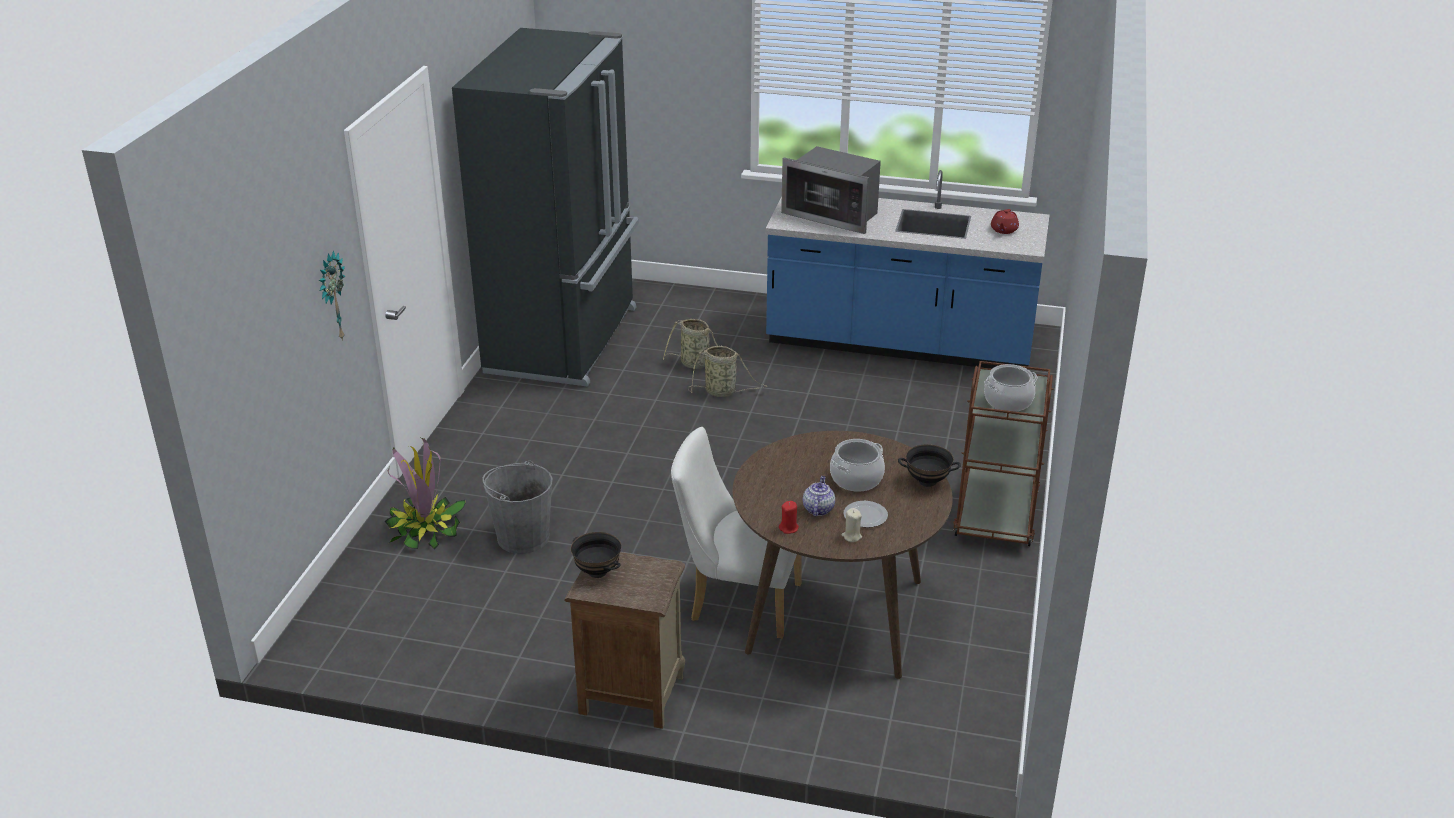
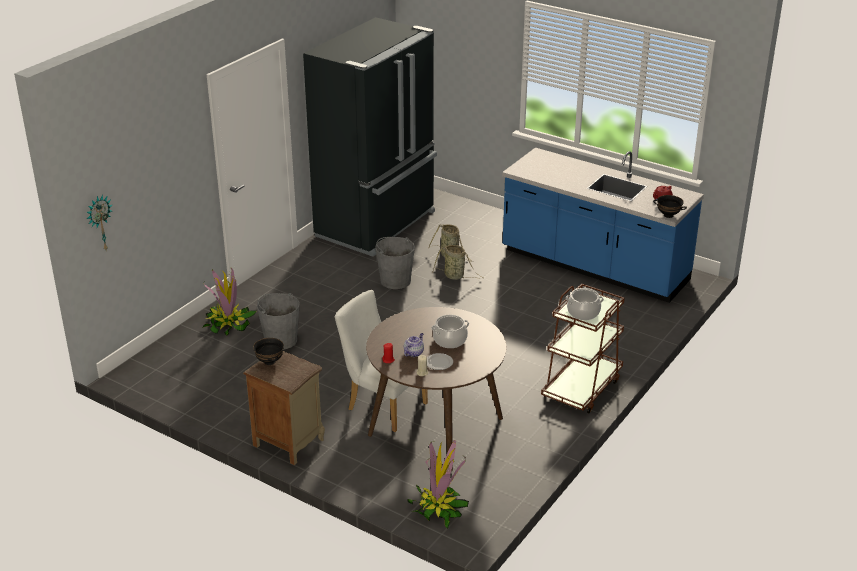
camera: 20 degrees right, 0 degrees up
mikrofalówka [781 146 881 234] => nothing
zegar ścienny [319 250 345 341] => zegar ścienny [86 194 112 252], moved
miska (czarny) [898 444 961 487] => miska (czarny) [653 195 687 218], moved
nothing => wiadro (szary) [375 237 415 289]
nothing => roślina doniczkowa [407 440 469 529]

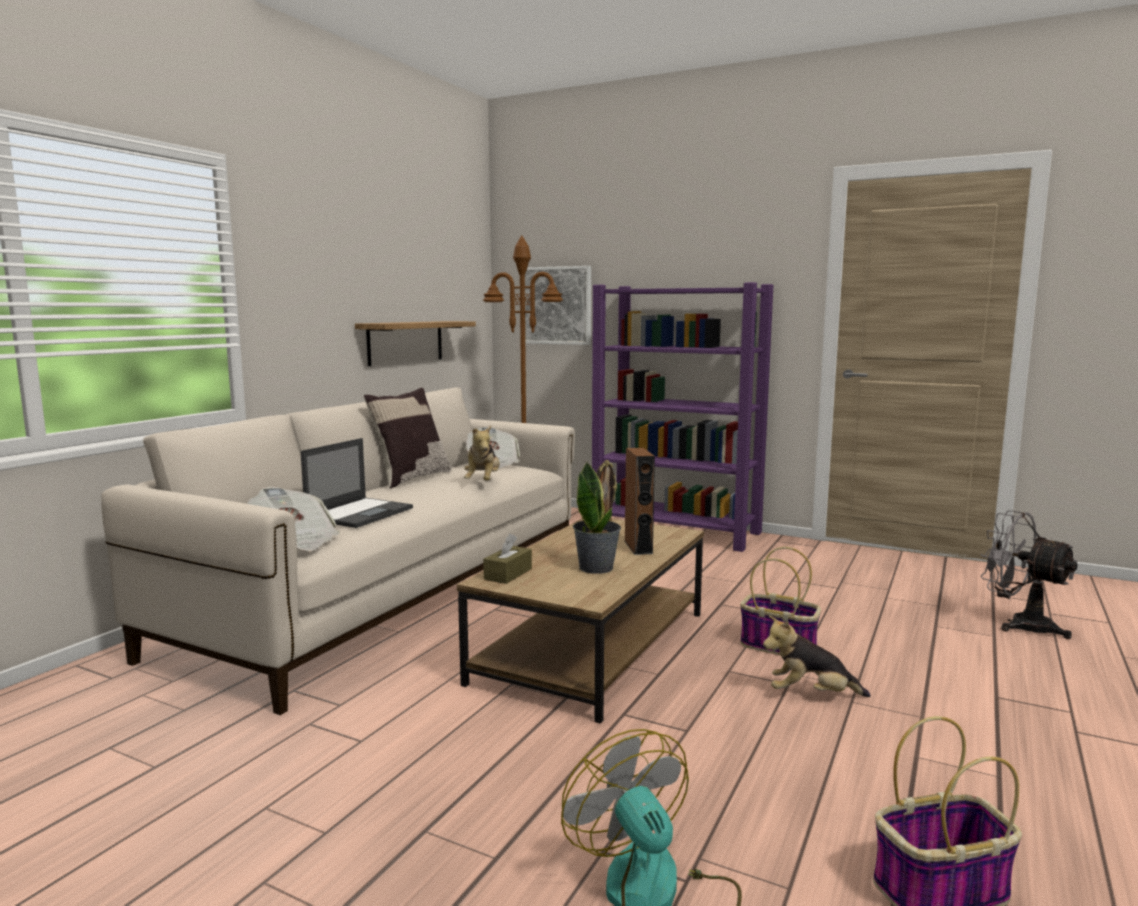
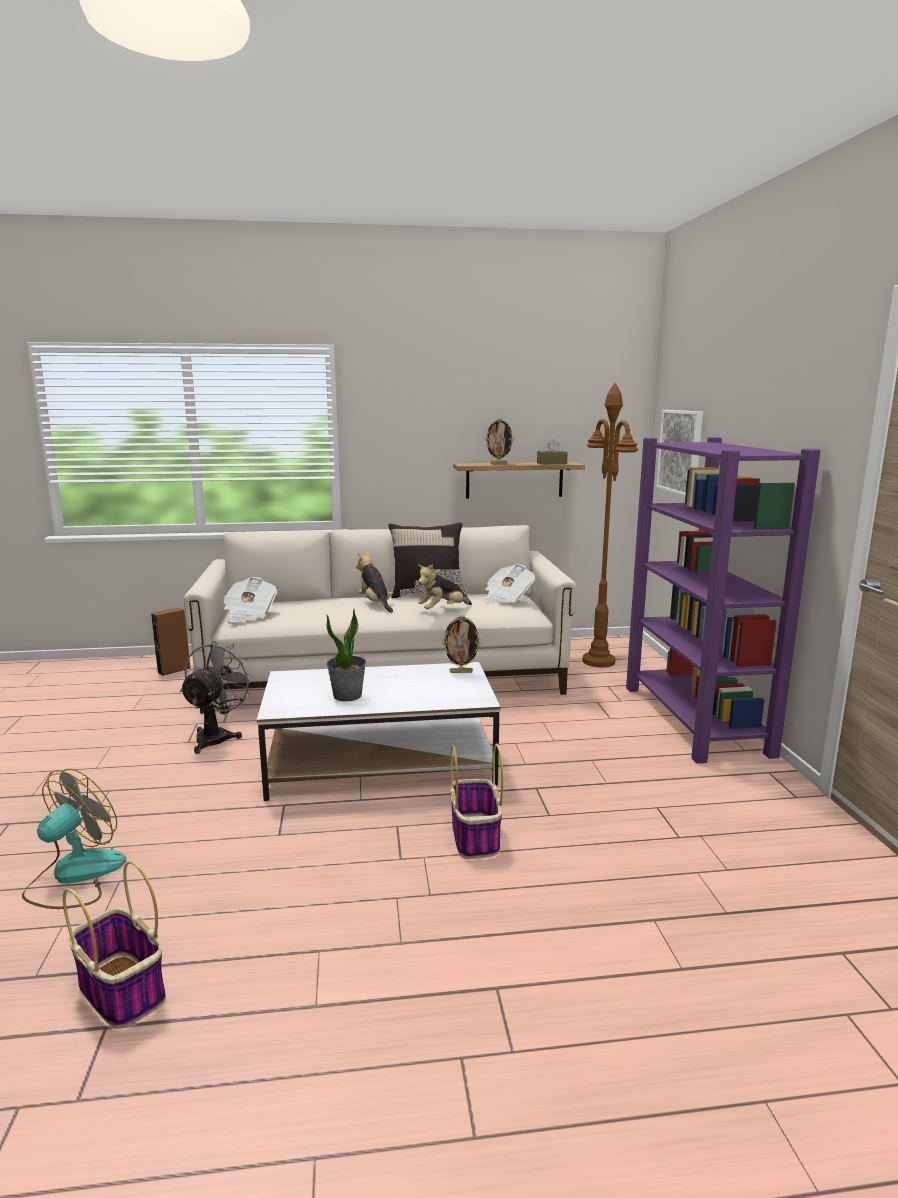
camera: 55 degrees right, 5 degrees up
laptop [301 438 413 528] => nothing
głośnik (brązowy) [625 448 655 555] => głośnik (brązowy) [151 608 191 676], moved
wentylator (szary) [981 510 1078 639] => wentylator (szary) [179 641 256 754], moved
ława (brązowy) [457 518 704 724] => ława (biały) [257 662 501 801]
pudełko chusteczek (brązowy) [483 534 532 584] => pudełko chusteczek (brązowy) [537 440 568 464], moved
pluszak [763 616 871 697] => pluszak [356 552 393 613], moved
nothing => ramka na zdjęcie [485 418 514 464]

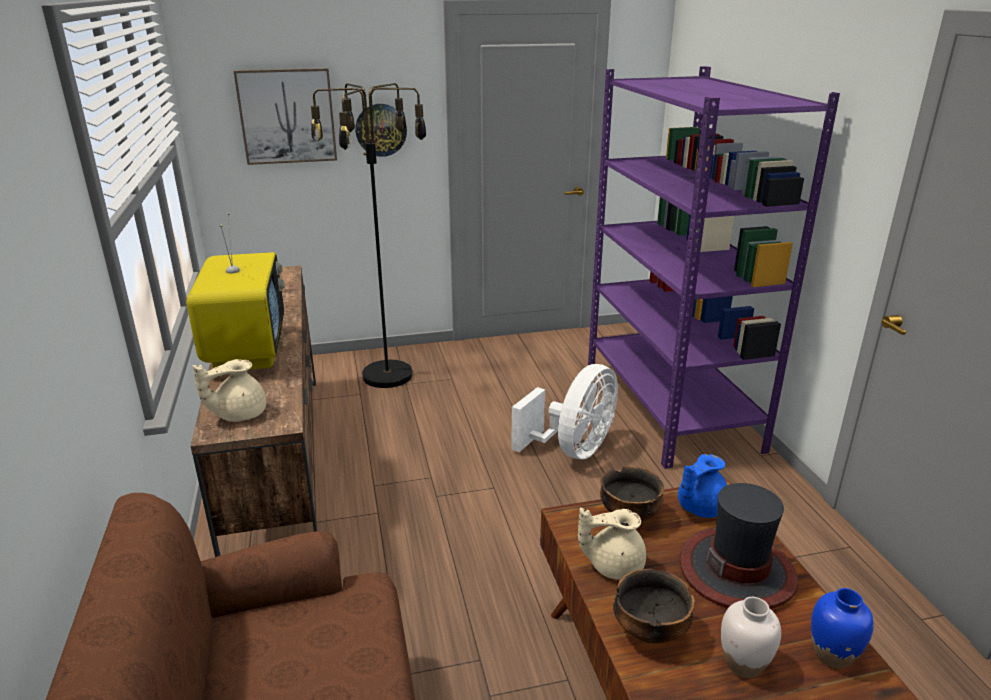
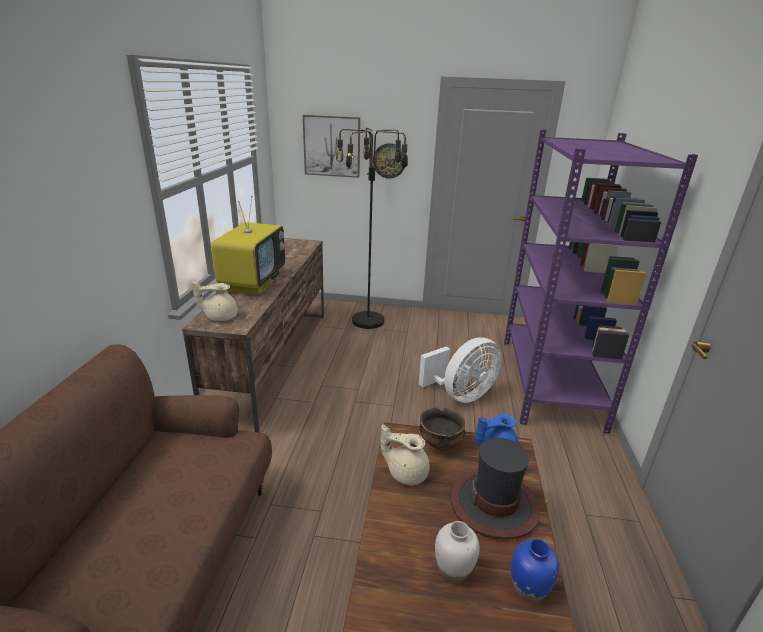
camera: 20 degrees right, 0 degrees up
miska [613 569 695 643] => nothing

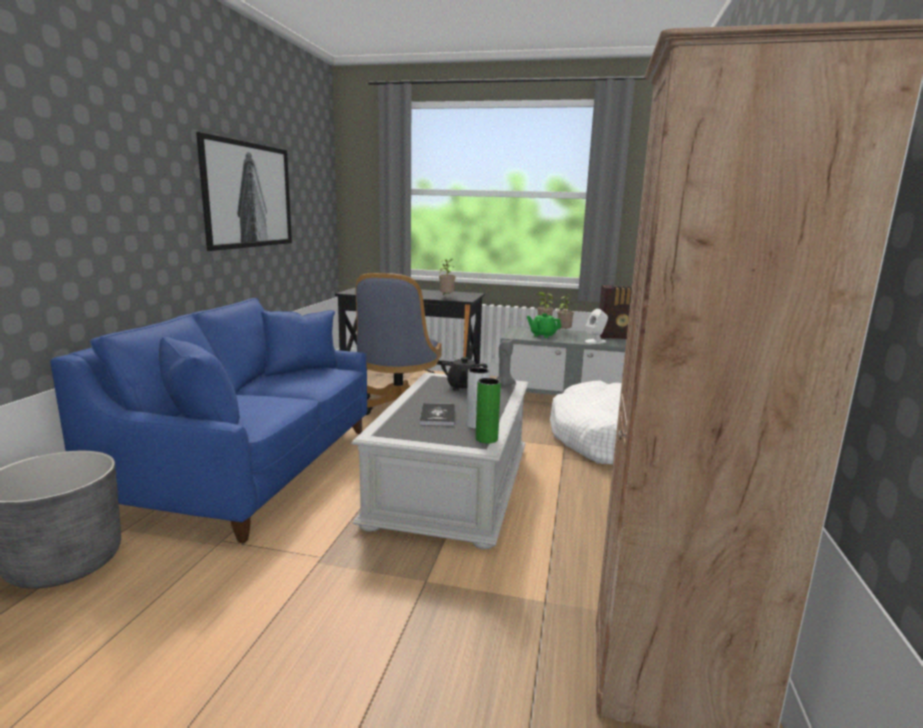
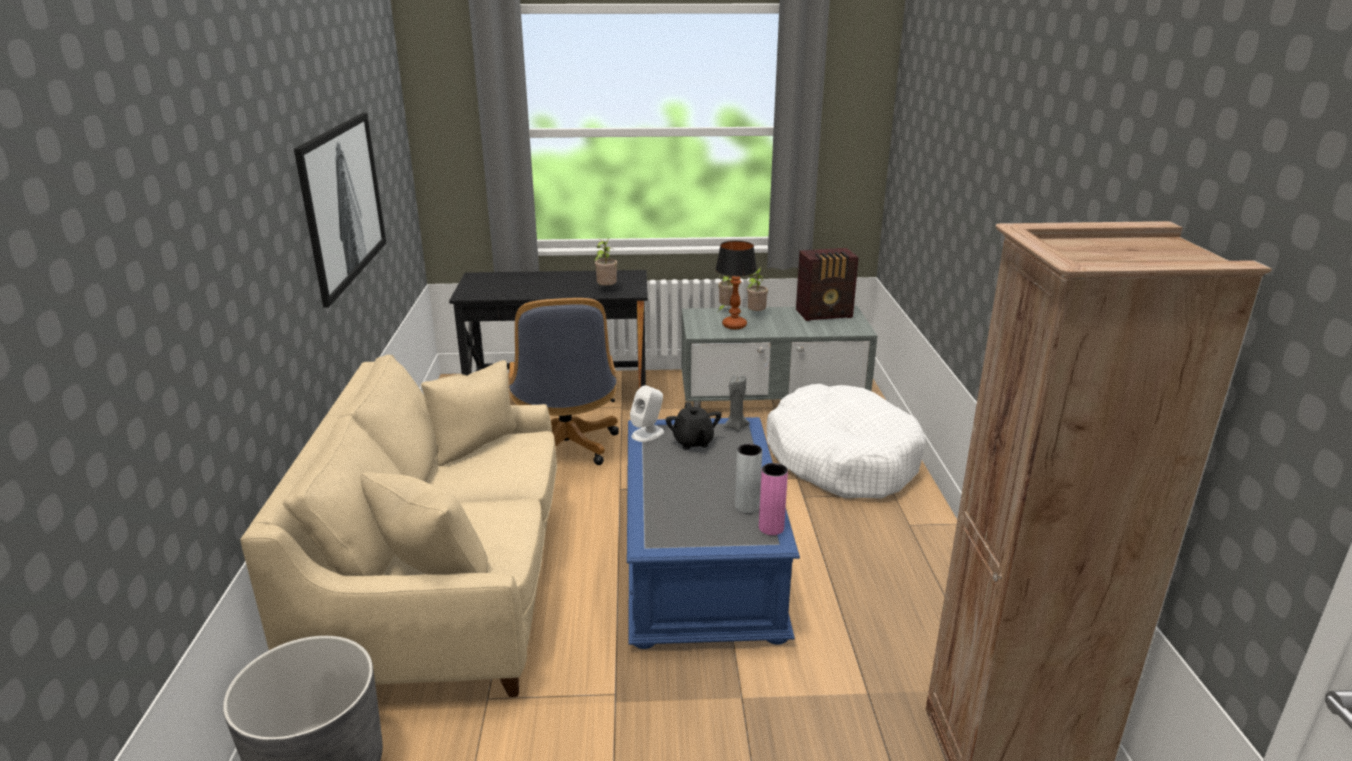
camera: 15 degrees left, 10 degrees up
kanapa (niebieski) [50 298 367 544] => kanapa (beżowy) [240 354 557 697]
głośnik (biały) [585 309 608 344] => głośnik (biały) [630 385 664 442], moved
imbryk (zielony) [527 313 561 338] => lampa stołowa [716 241 757 329]
ława (biały) [351 372 529 549] => ława (niebieski) [627 417 800 649]
wazon (zielony) [476 378 501 444] => wazon (różowy) [759 463 788 535]
książka [420 403 455 426] => nothing

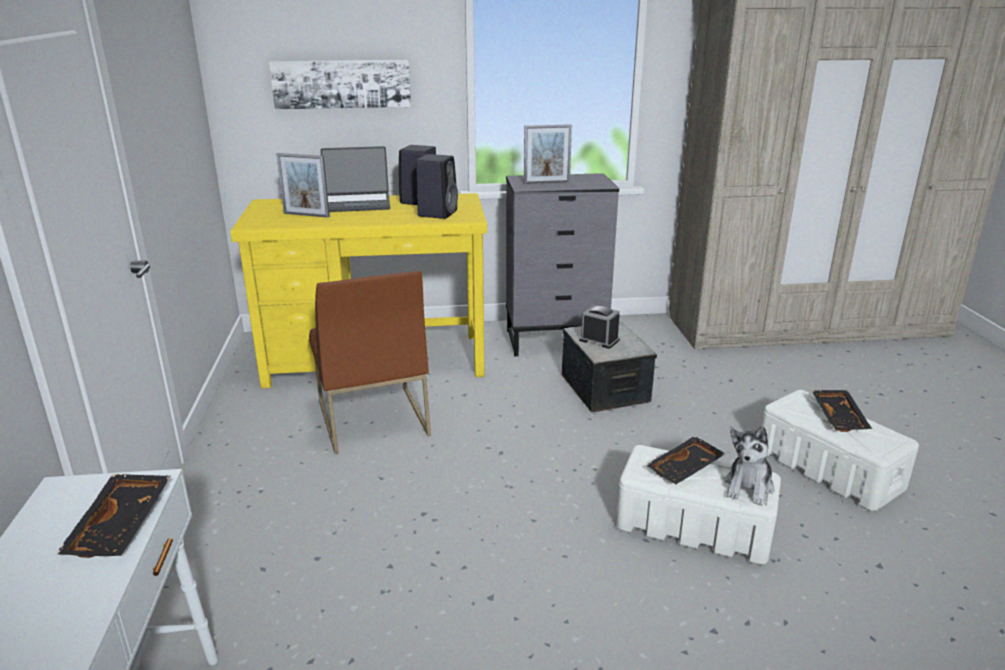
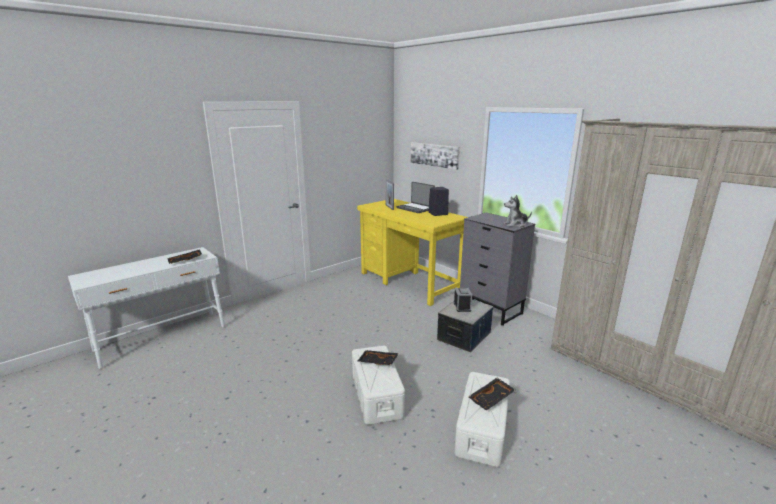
camera: 55 degrees right, 5 degrees down
ramka na zdjęcie [524 124 572 184] => nothing
głośnik (czarny) [416 154 458 219] => nothing
krzesło (brązowy) [309 271 431 454] => nothing
pluszak [724 426 774 506] => pluszak [503 195 532 227], moved

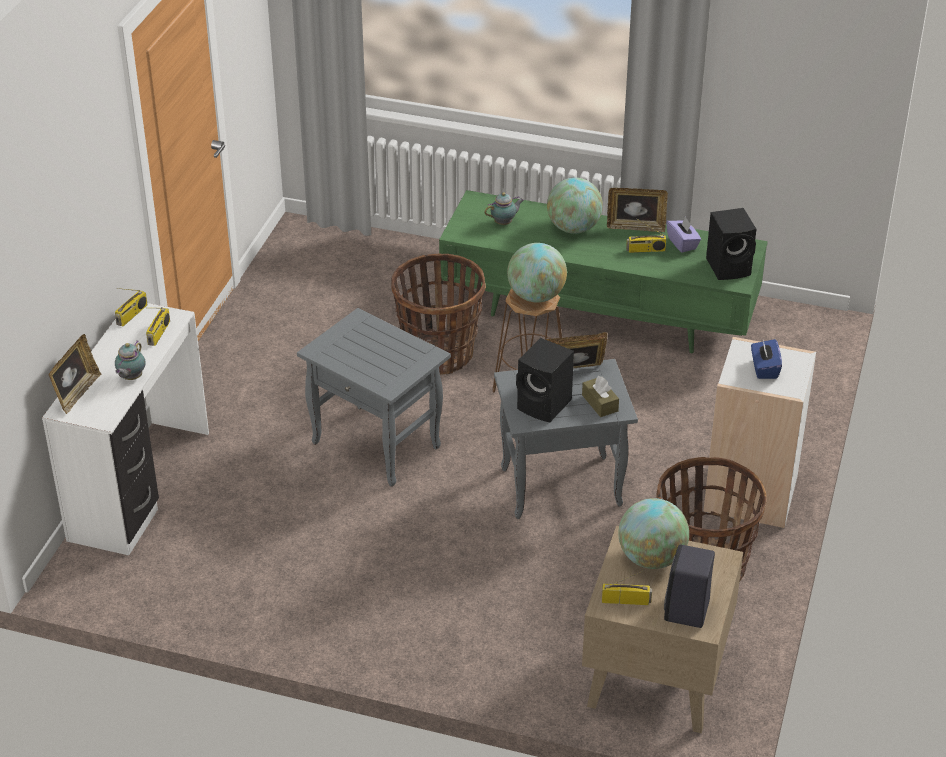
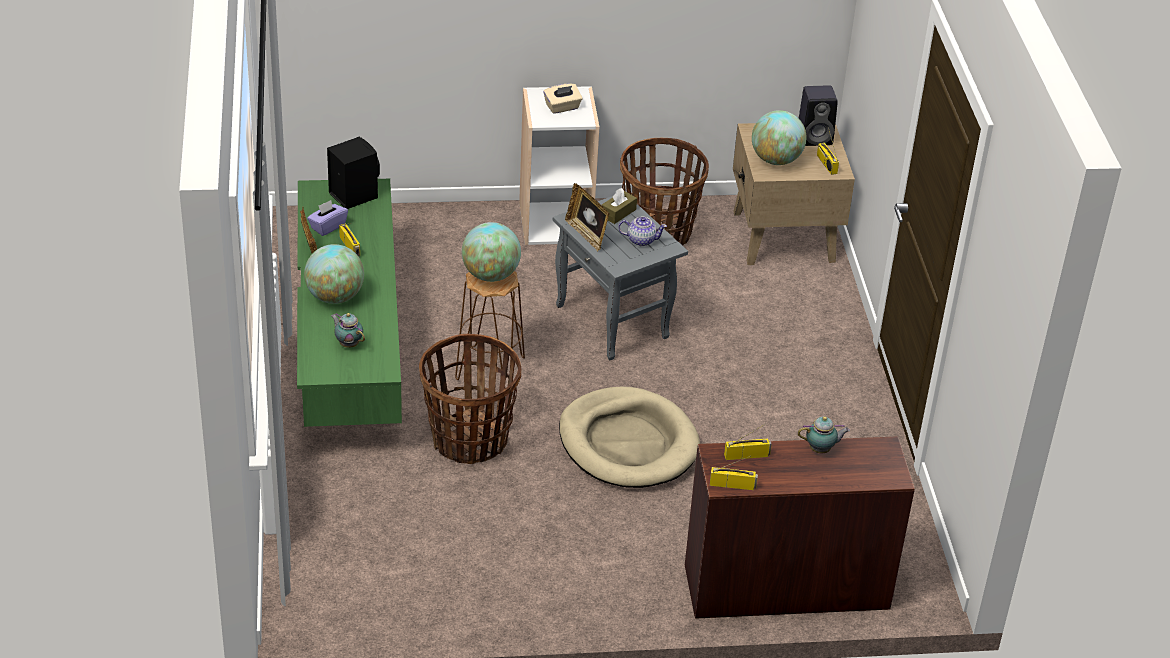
camera: 115 degrees left, 0 degrees up
biurko (biały) [42 303 209 556] => biurko (brązowy) [685 436 915 619]
stolik (szary) [297 308 451 487] => legowisko (beżowy) [559 387 700 488]
ramka na zdjęcie [48 334 101 414] => nothing
głośnik (czarny) [516 338 574 422] => imbryk [618 217 667 246]
pudełko chusteczek (niebieski) [751 339 782 379] => pudełko chusteczek (beżowy) [543 83 583 114]

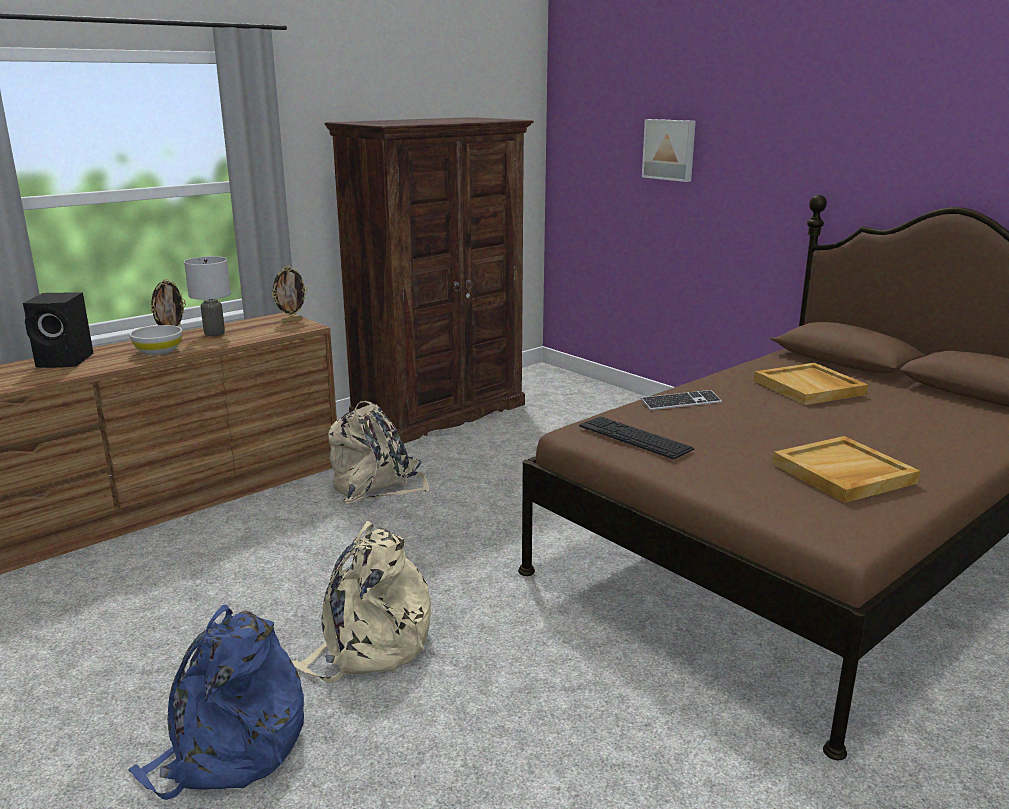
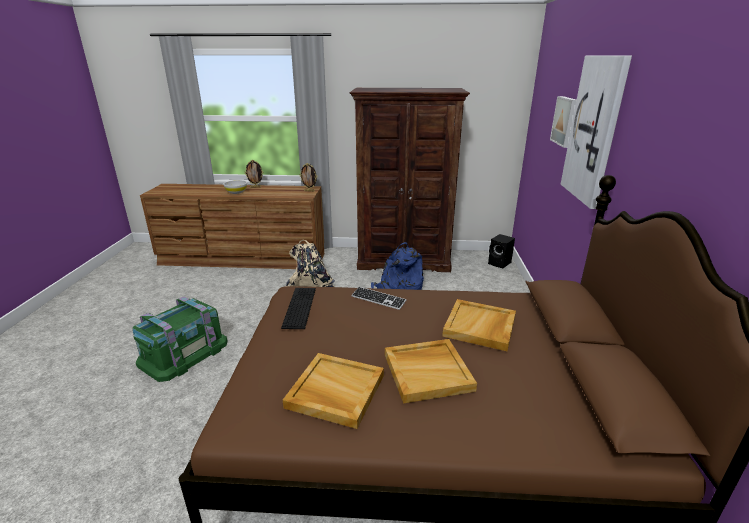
camera: 45 degrees right, 5 degrees up
lampa stołowa (biały) [184 256 231 336] => nothing
głośnik (czarny) [23 292 93 368] => głośnik (czarny) [488 234 515 268], moved
plecak (beżowy) [292 521 431 683] => pojemnik do przechowywania (zielony) [133 296 227 382]
plecak (niebieski) [128 605 304 800] => plecak (niebieski) [371 242 424 290], moved
nothing => obraz [561 55 632 209]
nothing => taca (beżowy) [385 339 477 403]

